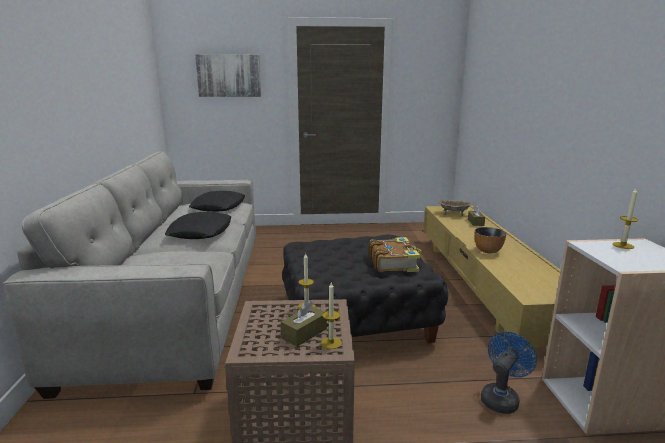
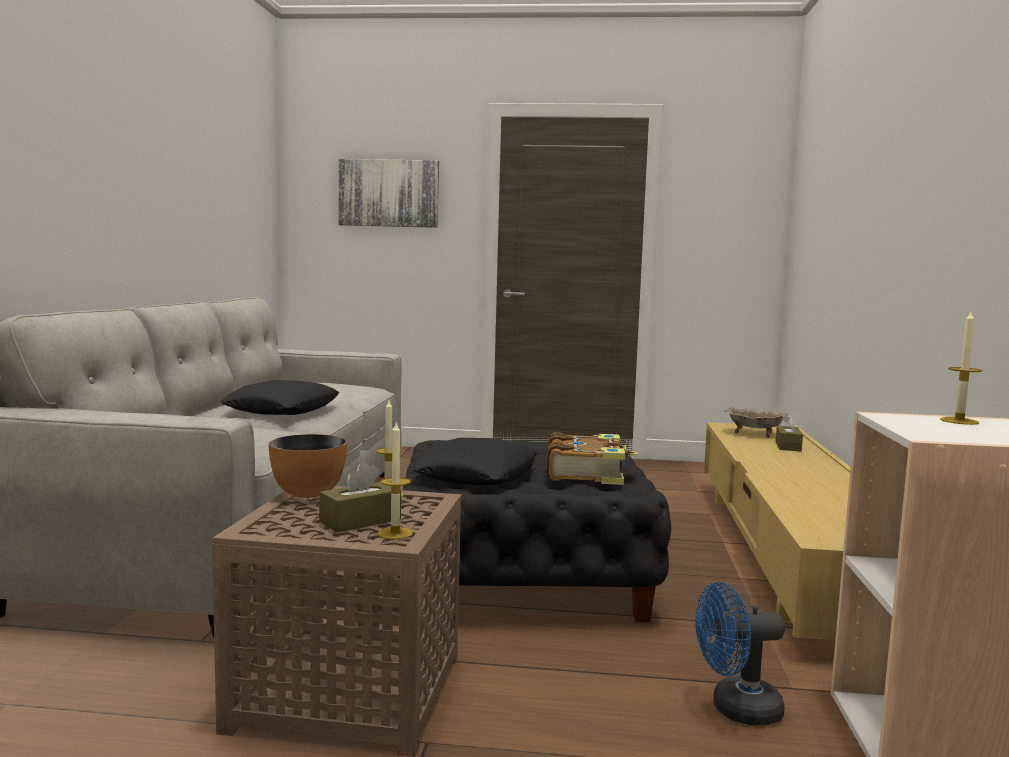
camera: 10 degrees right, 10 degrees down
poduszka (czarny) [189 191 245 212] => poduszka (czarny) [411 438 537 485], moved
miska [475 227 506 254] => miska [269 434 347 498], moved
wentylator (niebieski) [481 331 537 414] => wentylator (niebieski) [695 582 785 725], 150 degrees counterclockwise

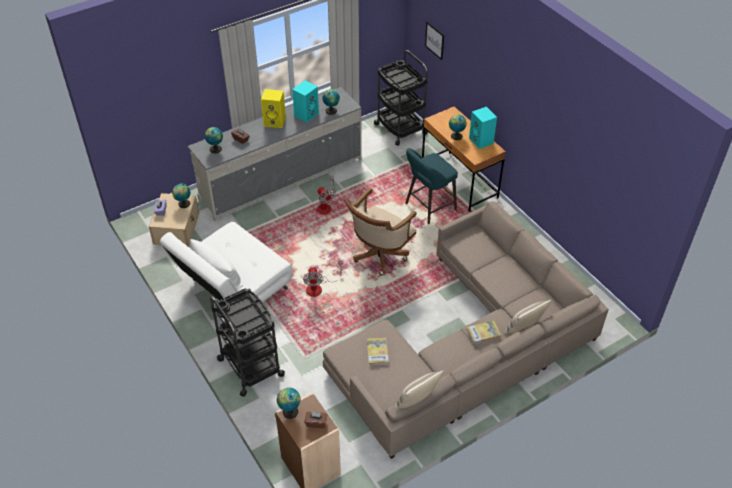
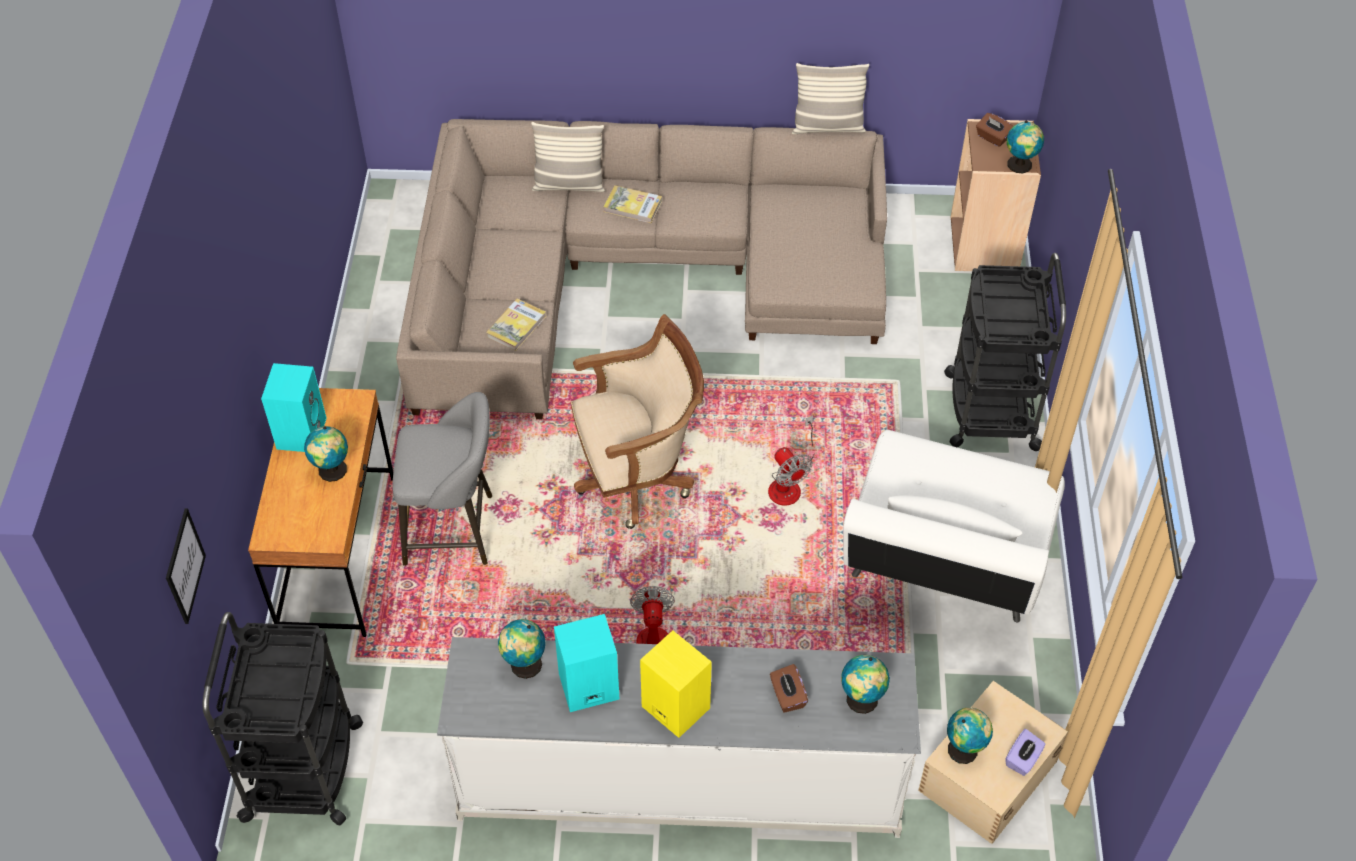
camera: 145 degrees left, 5 degrees up
stołek (turkusowy) [406 148 458 224] => stołek (szary) [392 392 492 566]
fotel (biały) [160 222 293 302] => fotel (biały) [843 430 1065 622], 120 degrees clockwise
wentylator [303 261 343 297] => wentylator [768 415 814 506], 120 degrees clockwise
książka [367 338 389 366] => książka [486 299 546 351], moved

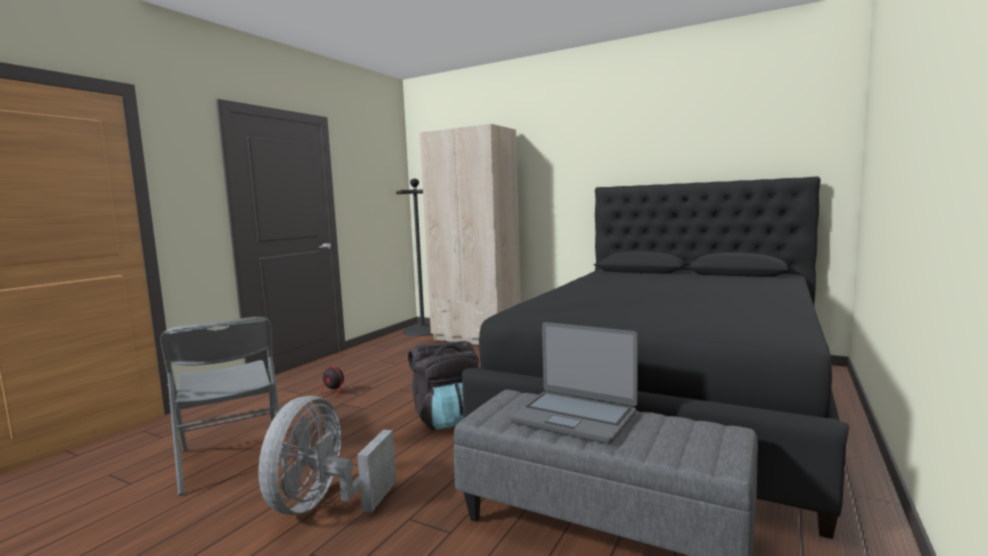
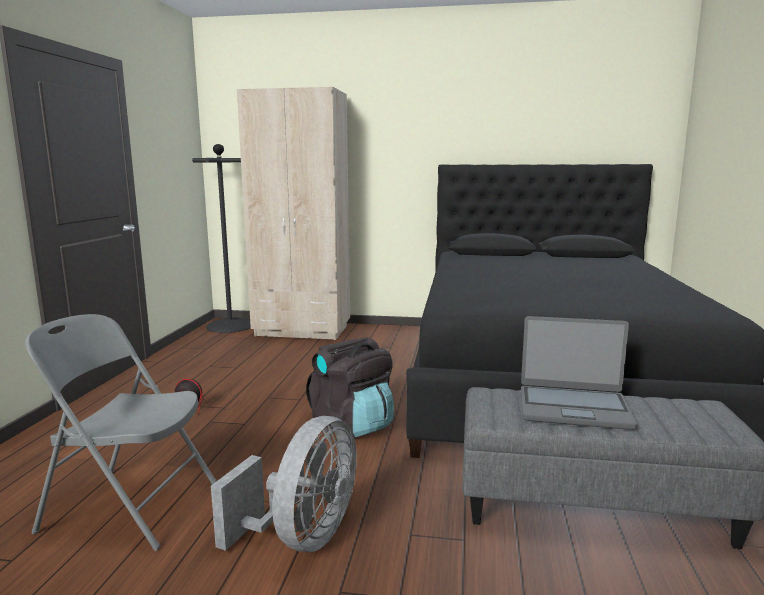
camera: 20 degrees left, 5 degrees up
krzesło (szary) [160 317 288 496] => krzesło (szary) [25 314 217 551], 150 degrees clockwise
wentylator (szary) [258 396 396 515] => wentylator (szary) [211 416 357 552], 150 degrees counterclockwise

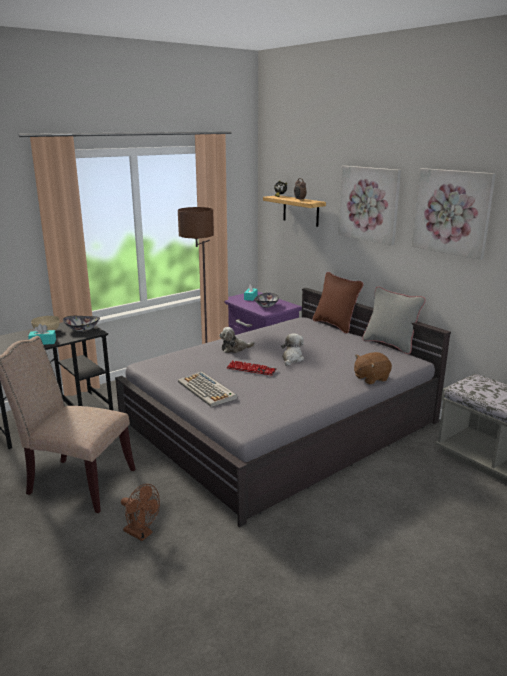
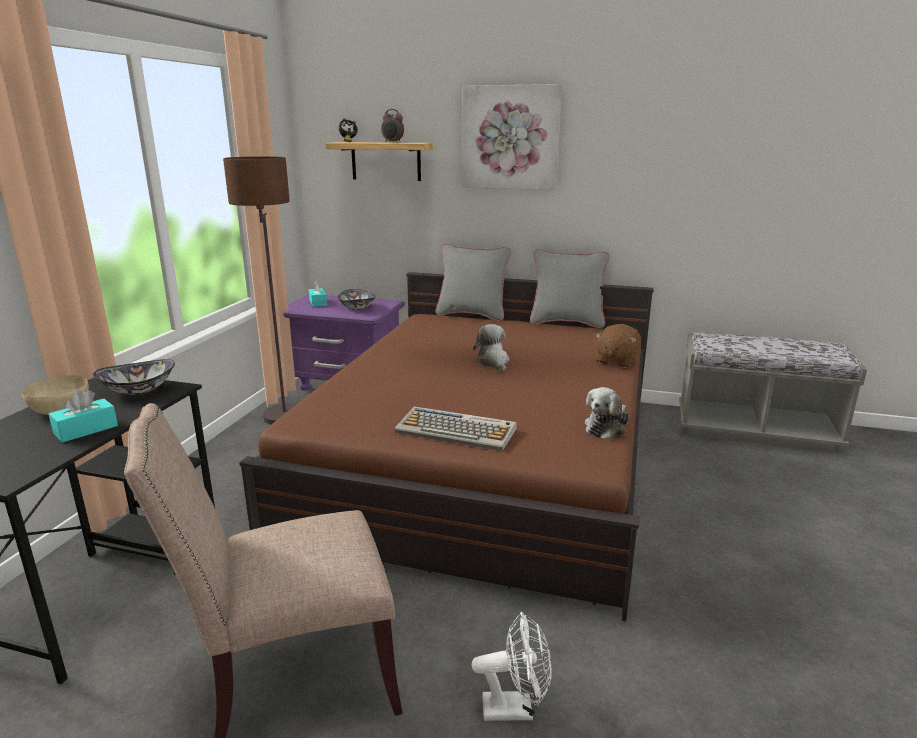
camera: 35 degrees left, 0 degrees up
obraz [412 168 496 260] => nothing
poduszka (brązowy) [313 272 364 333] => poduszka (szary) [436 243 511 321]
łóżko (szary) [115 288 451 527] => łóżko (brązowy) [239 272 654 622]
pluszak [219 327 255 353] => pluszak [585 387 629 440], moved
klawiatura [226 360 277 376] => nothing
wentylator (brązowy) [121 484 160 541] => wentylator (biały) [472 611 552 721]

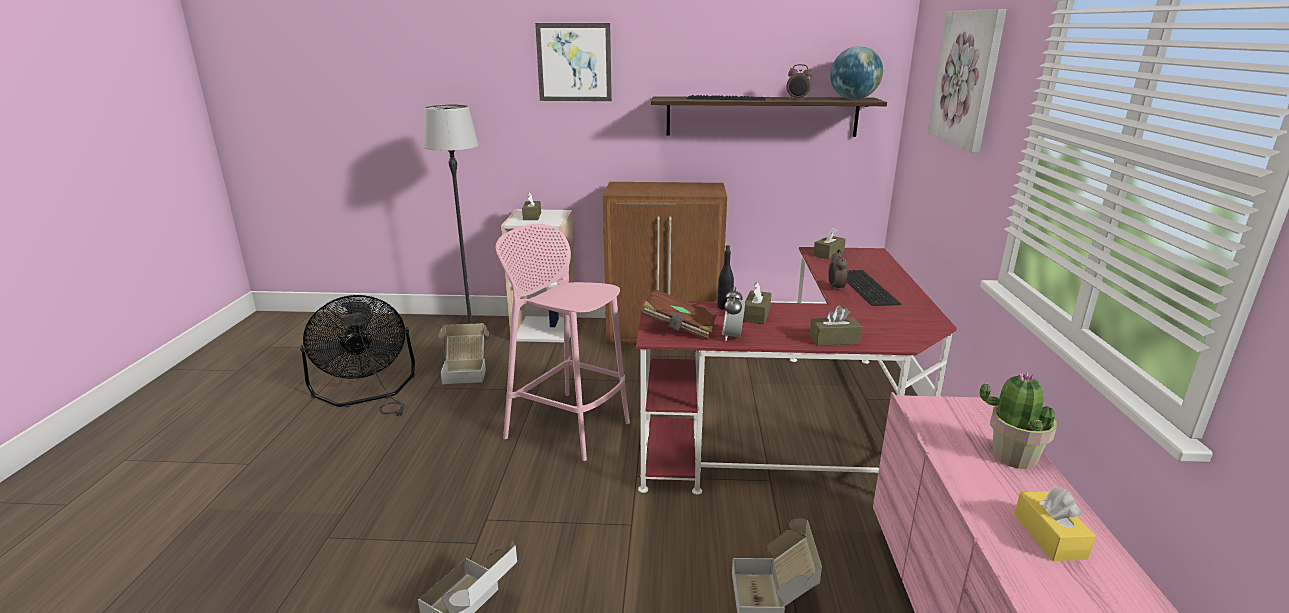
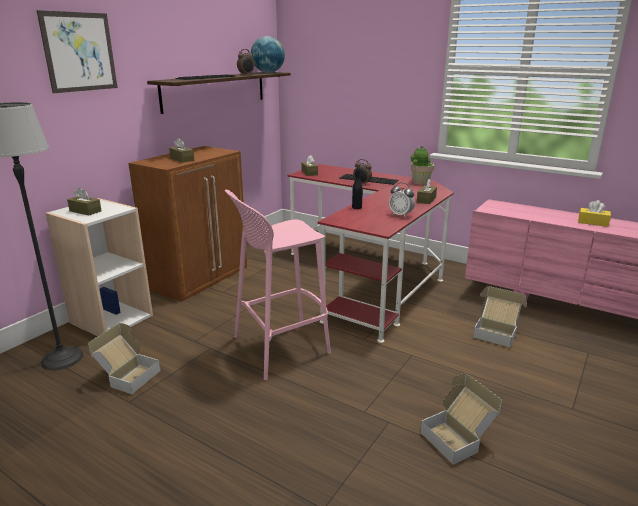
camera: 60 degrees left, 0 degrees up
obraz [927 9 1007 153] => nothing
pudełko chusteczek (brązowy) [743 282 771 324] => pudełko chusteczek (brązowy) [169 138 194 163], moved
książka (brązowy) [641 289 717 340] => nothing
wentylator (czarny) [300 295 415 416] => nothing
roślina doniczkowa [980 371 1057 469] => roślina doniczkowa [411 145 434 185], moved

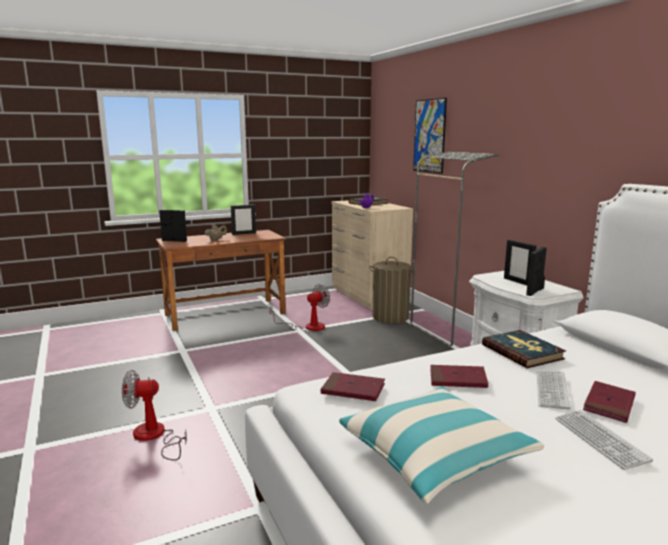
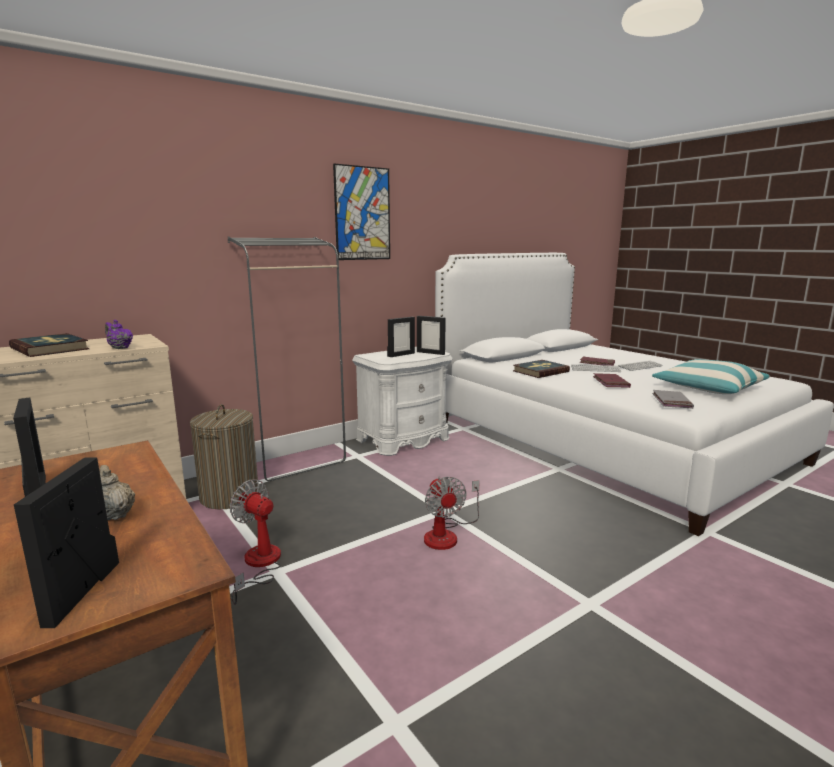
camera: 100 degrees left, 0 degrees up
obraz [413 98 447 174] => obraz [333 163 390 260], moved
wentylator [122 370 187 460] => wentylator [424 477 480 550], moved
książka (czerwony) [321 372 385 401] => książka (szary) [652 390 694 409]

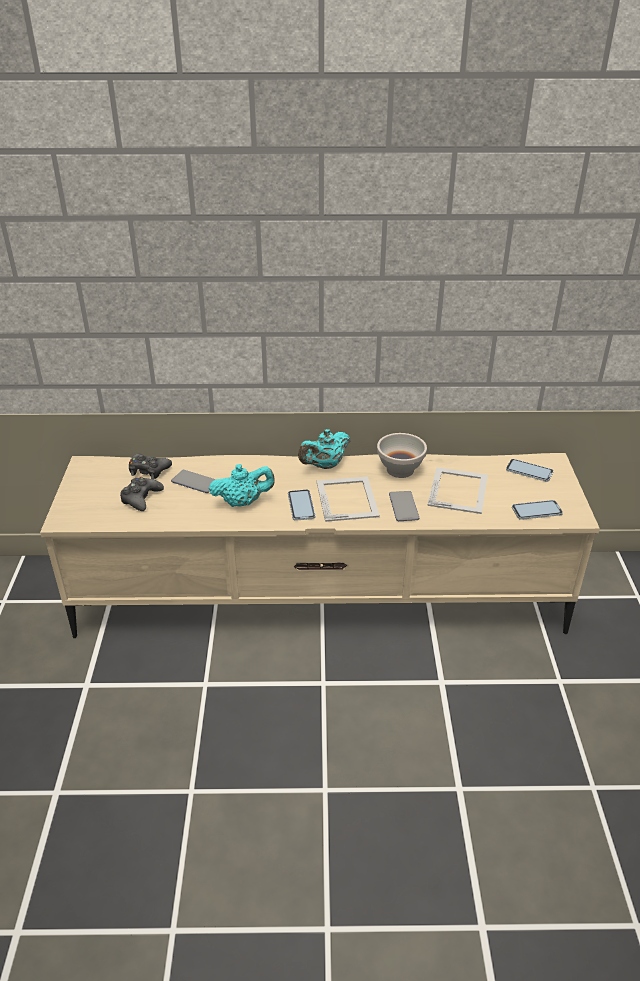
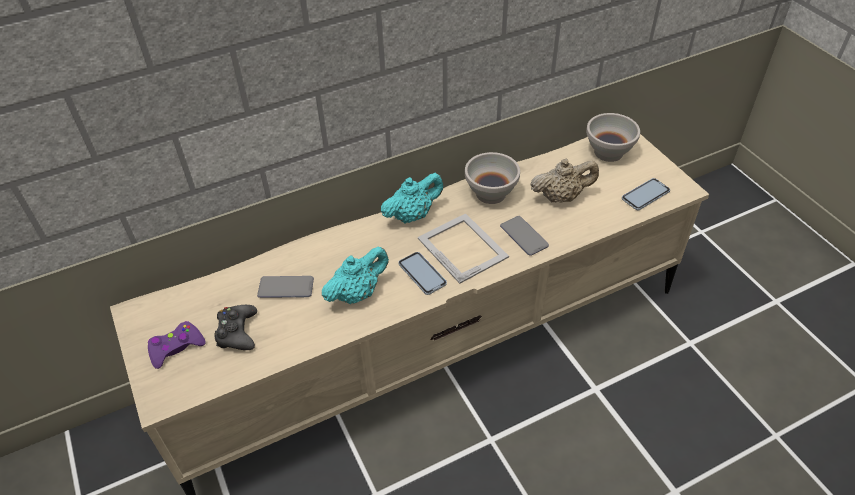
camera: 25 degrees left, 10 degrees up
imbryk (turkusowy) [298 429 350 469] => imbryk (turkusowy) [381 173 444 223], 150 degrees counterclockwise
pad do gier (czarny) [129 454 172 480] => nothing
telefon [506 459 553 482] => miska (biały) [586 113 640 162]
ramka na zdjęcie [427 467 488 514] => imbryk (beżowy) [530 159 599 203]
nothing => pad do gier (fioletowy) [148 321 206 369]

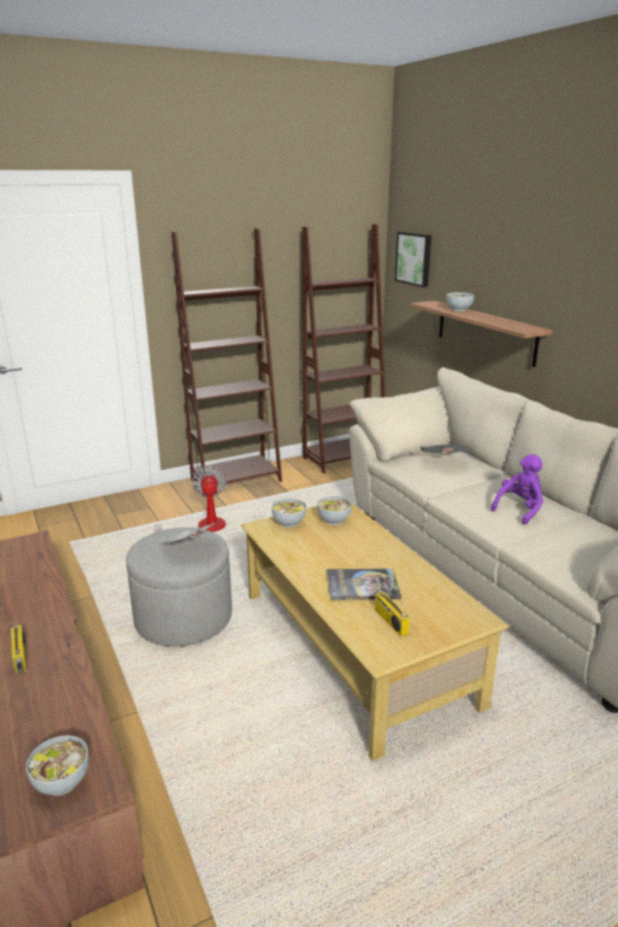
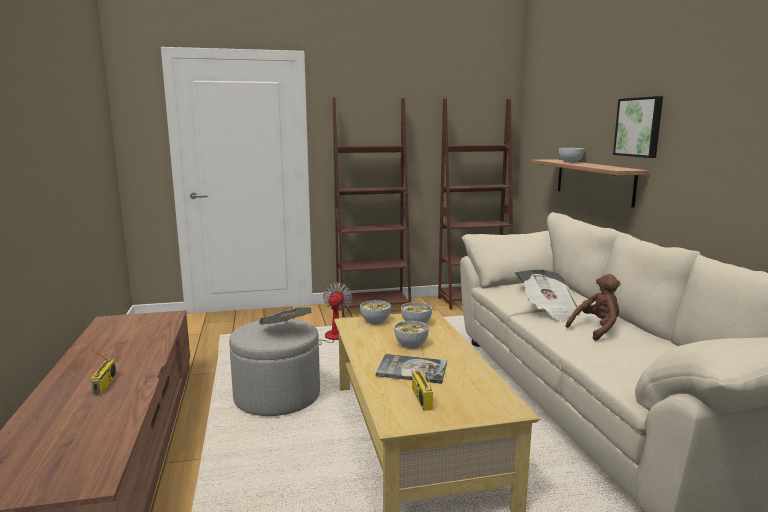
camera: 15 degrees right, 10 degrees down
obraz [395 232 431 287] => obraz [613 96 663 158], moved
pluszak (fioletowy) [491 454 543 525] => pluszak (brązowy) [565 274 621 341]
miska [26 735 89 796] => miska [394 321 429 348], moved
nothing => gazeta [524 274 578 321]

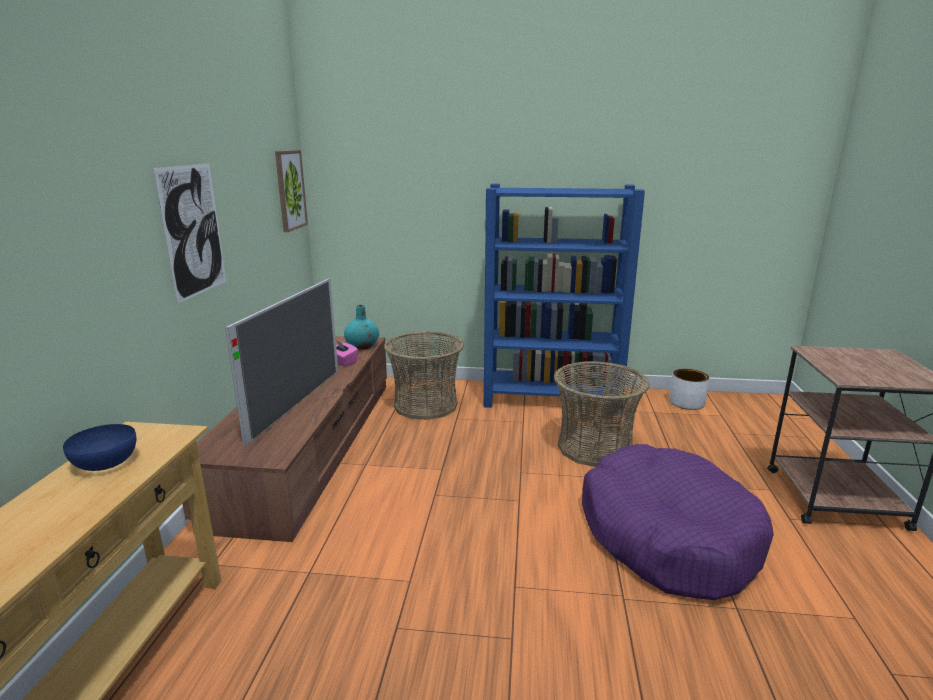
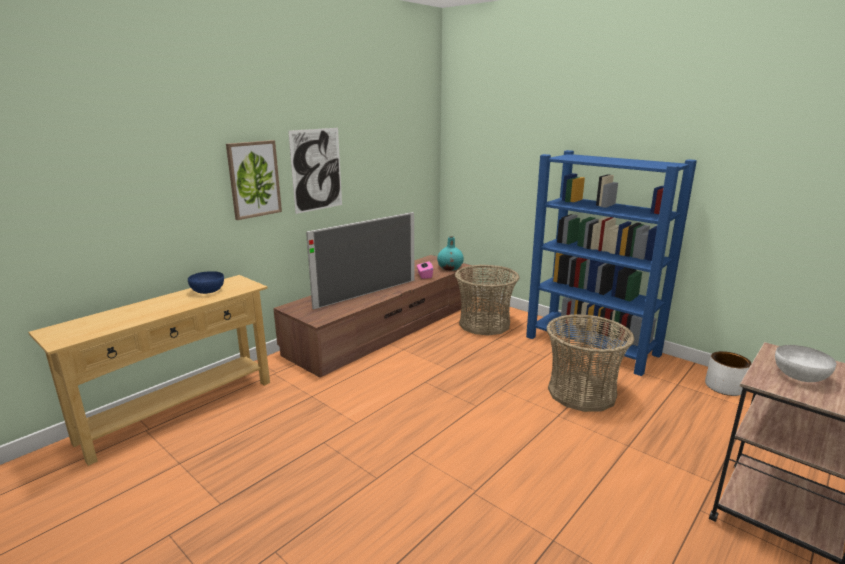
camera: 35 degrees right, 0 degrees up
obraz [275 150 308 232] => obraz [226 140 282 220], moved
legowisko (fioletowy) [582 444 774 600] => nothing
nothing => miska (biały) [775 345 836 382]

